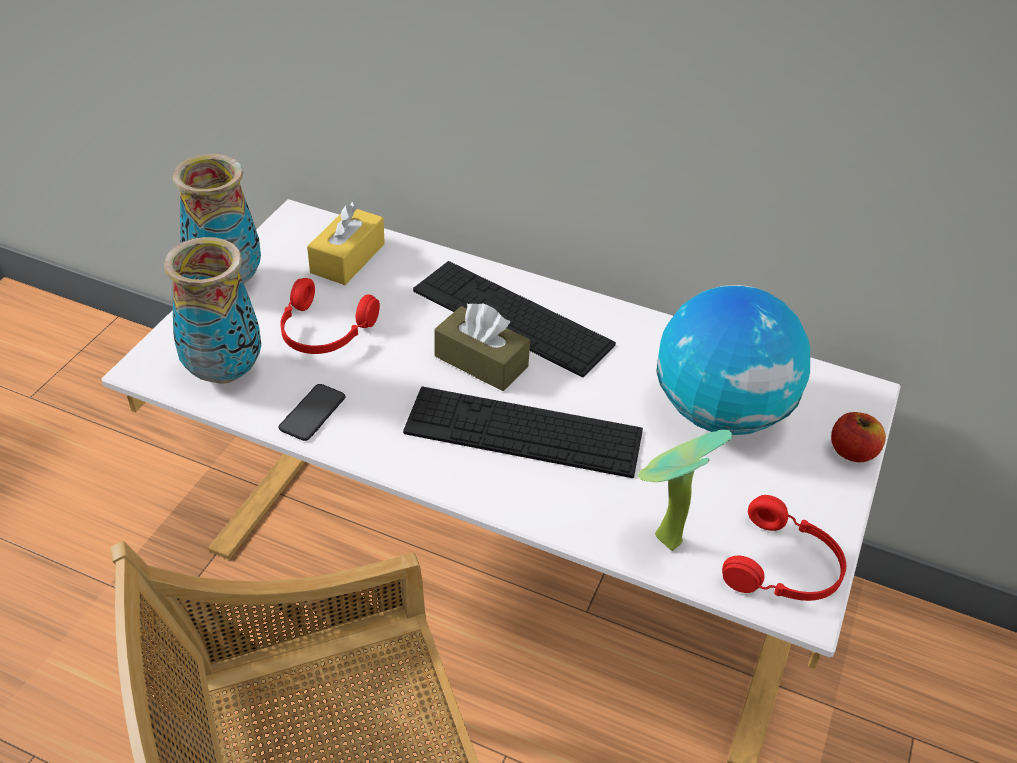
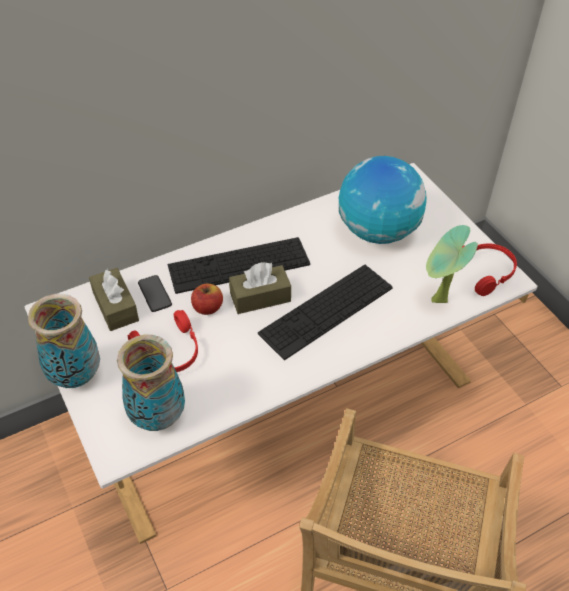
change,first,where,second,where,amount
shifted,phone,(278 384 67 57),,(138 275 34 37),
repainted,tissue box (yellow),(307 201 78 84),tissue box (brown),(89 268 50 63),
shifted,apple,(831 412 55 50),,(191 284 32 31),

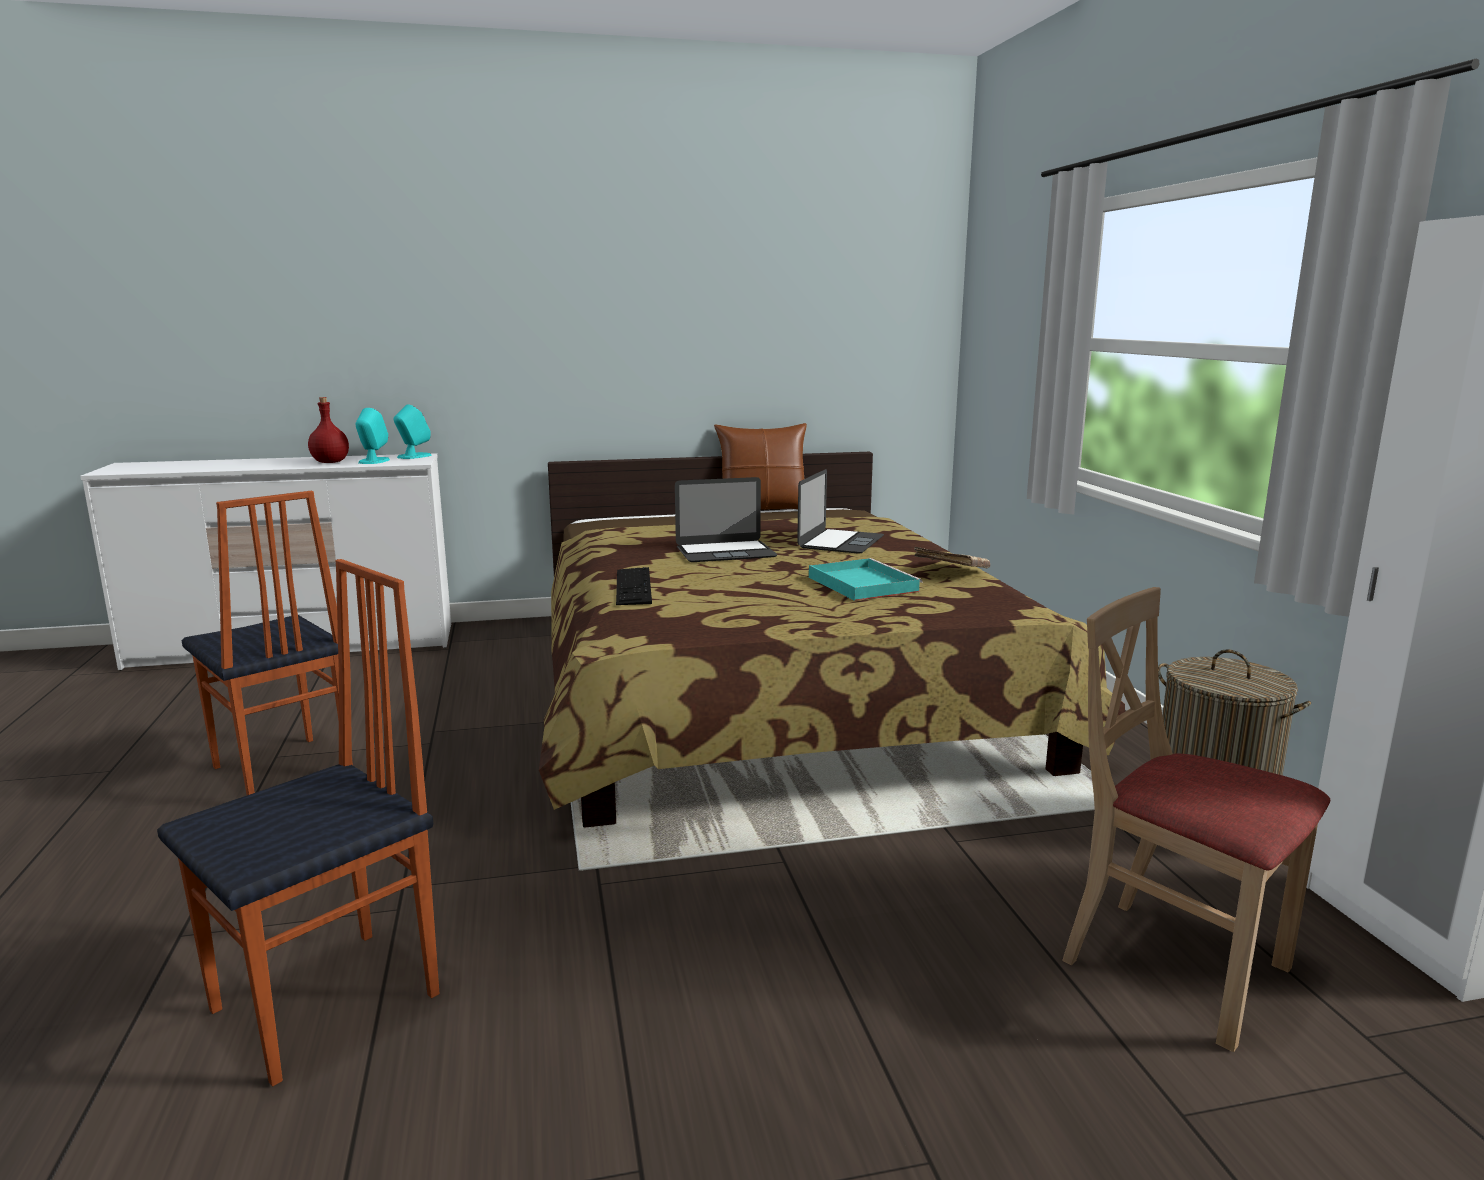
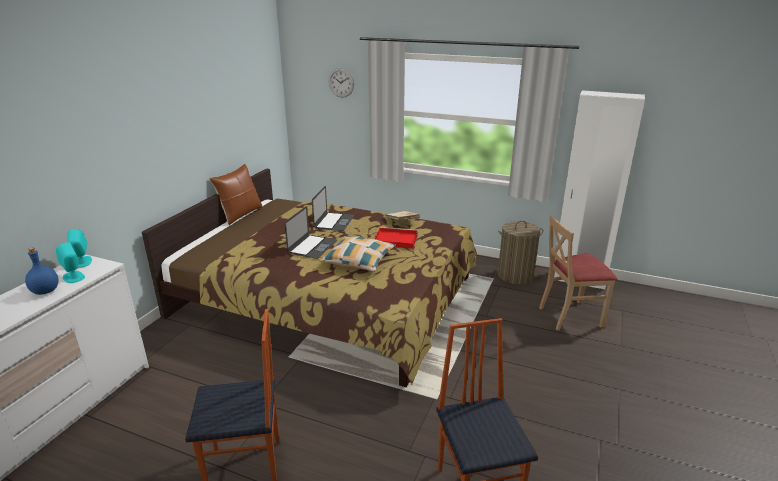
change,first,where,second,where,amount
repainted,bottle (red),(308 397 41 66),bottle (blue),(25 248 33 47),
gone,keyboard,(616 567 36 38),,,
rotated,laptop,(797 469 87 85),,(312 186 43 45),45 degrees clockwise
repainted,tray (turquoise),(809 558 113 43),tray (red),(375 227 43 22),
new,,,pillow,(319 236 77 36),
new,,,wall clock,(329 68 25 30),

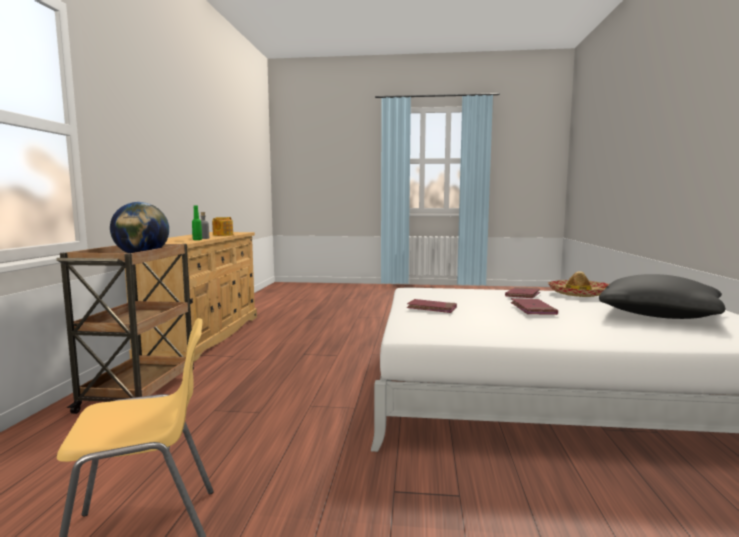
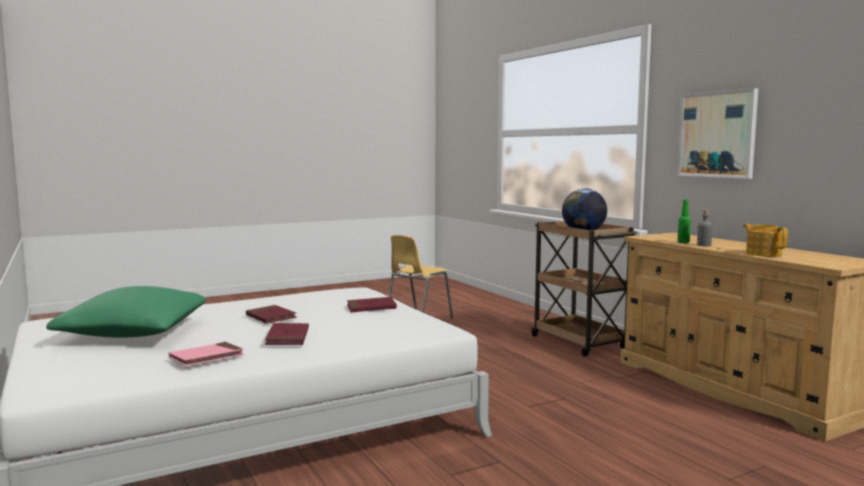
change,first,where,second,where,amount
swapped,hat,(548 271 61 26),book (pink),(169 342 75 24),
repainted,pillow (black),(599 274 126 45),pillow (green),(46 286 160 51),
new,,,picture,(677 88 81 91),

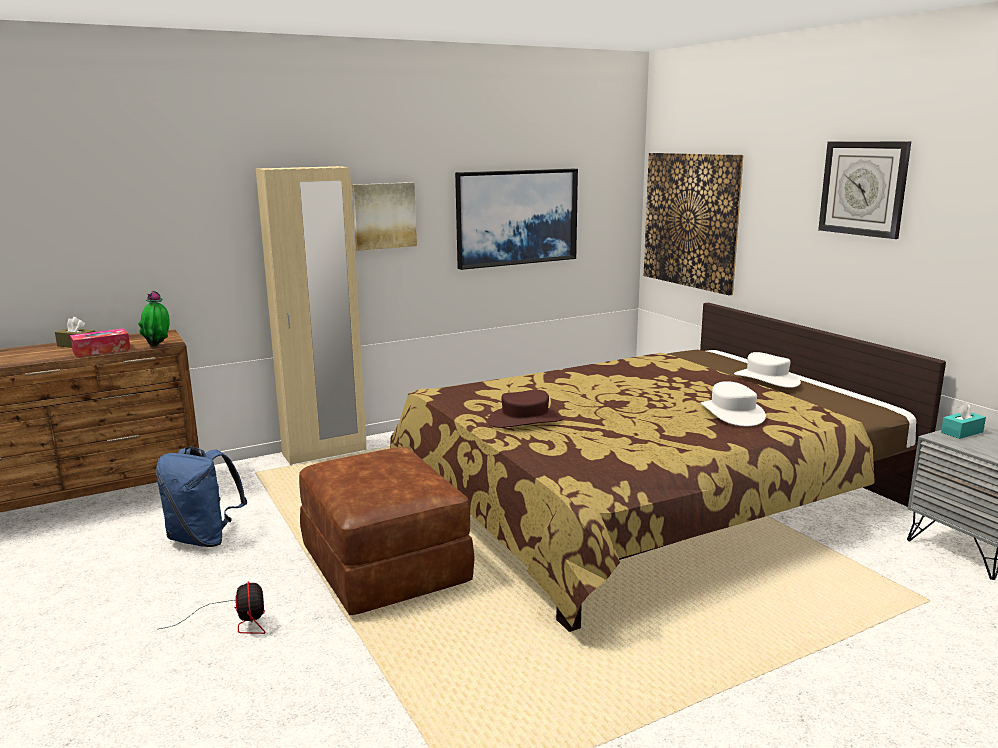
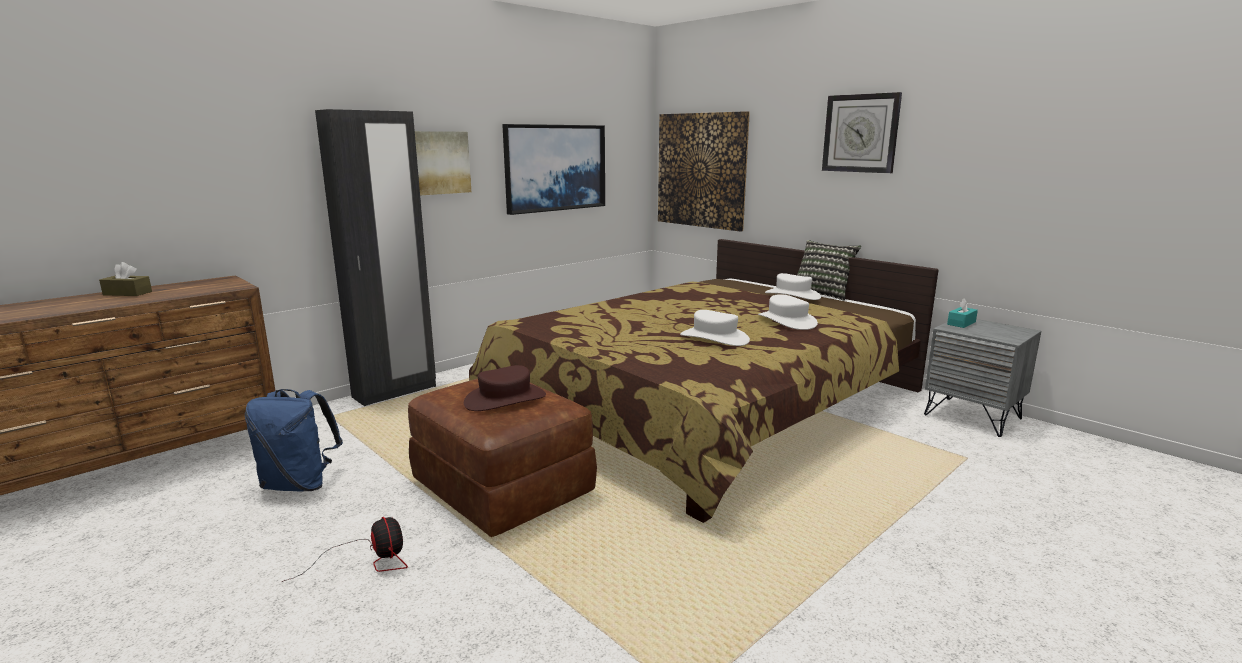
change,first,where,second,where,amount
gone,tissue box,(70 328 61 29),,,
gone,potted plant,(138 291 32 55),,,
repainted,wardrobe (beige),(256 166 111 299),wardrobe (black),(315 109 121 297),
shifted,hat (brown),(488 390 75 38),,(464 365 82 46),
new,,,hat (white),(680 310 70 36),
new,,,pillow,(797 240 64 61),

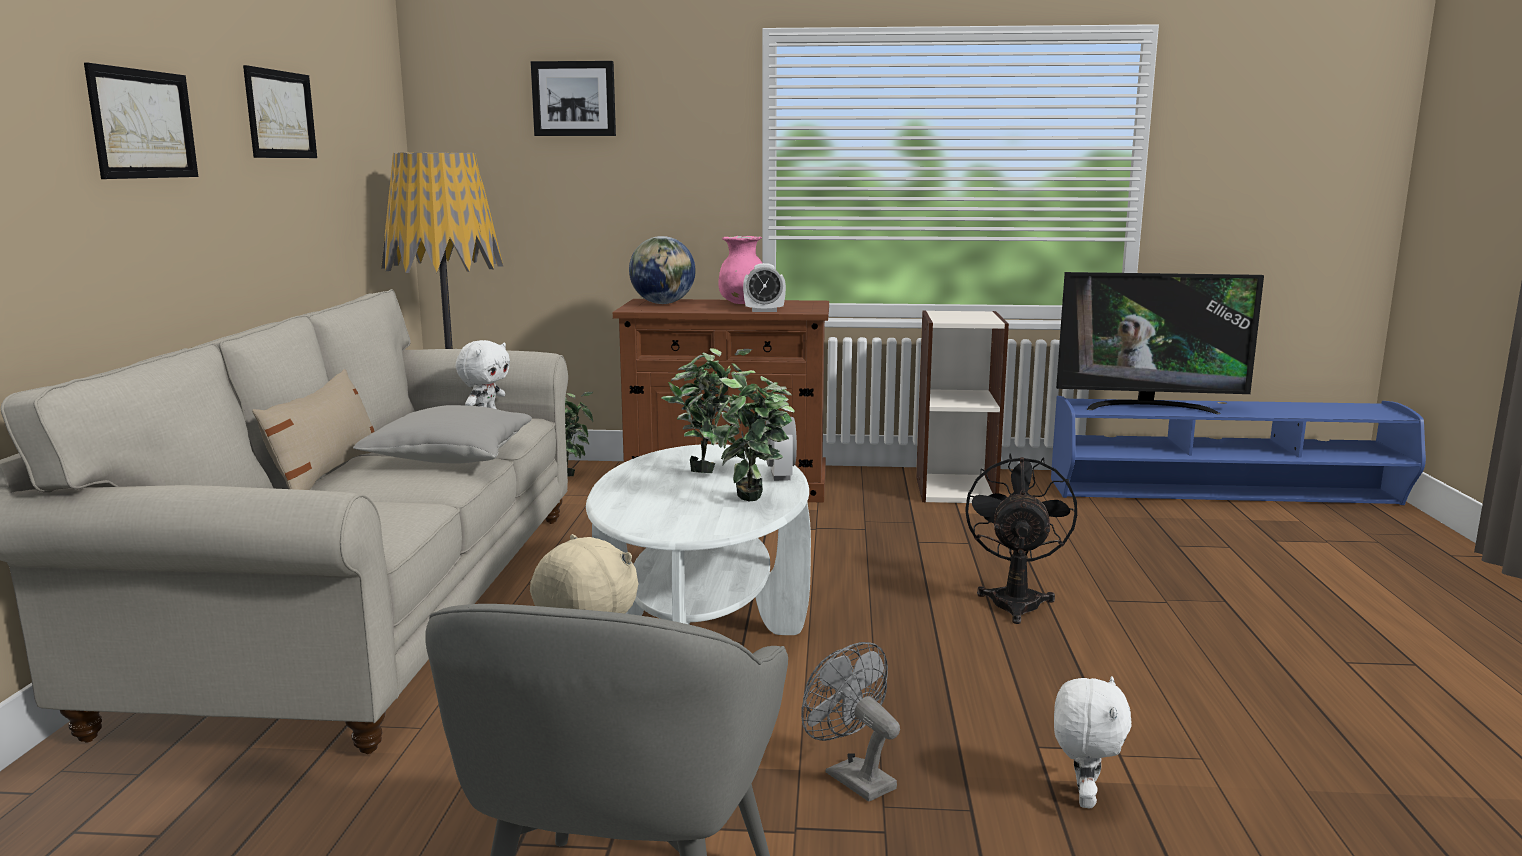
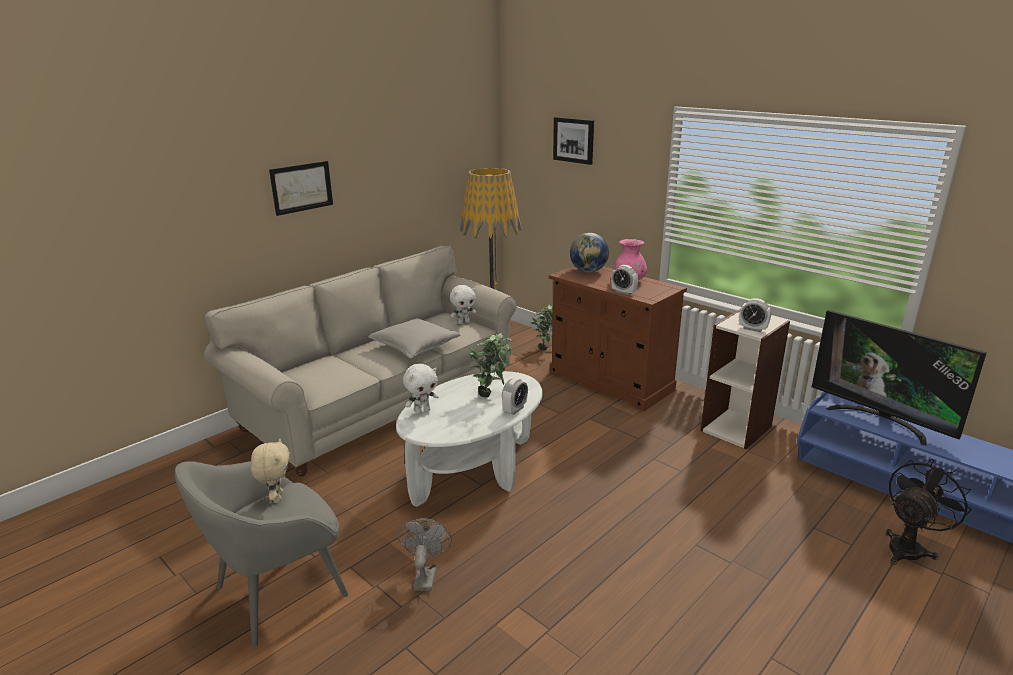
change,first,where,second,where,amount
gone,picture,(243 65 74 93),,,
gone,pillow (beige),(252 369 122 121),,,
gone,potted plant,(713 370 82 132),,,
shifted,fan (black),(965 454 112 170),,(886 459 85 106),
shifted,plush toy (white),(1054 676 78 132),,(403 364 35 50),
new,,,alarm clock,(739 298 32 34),

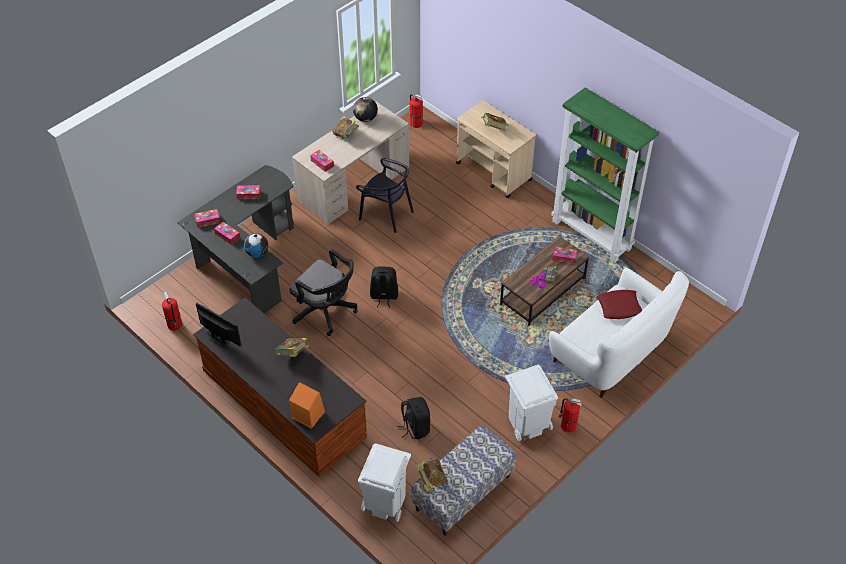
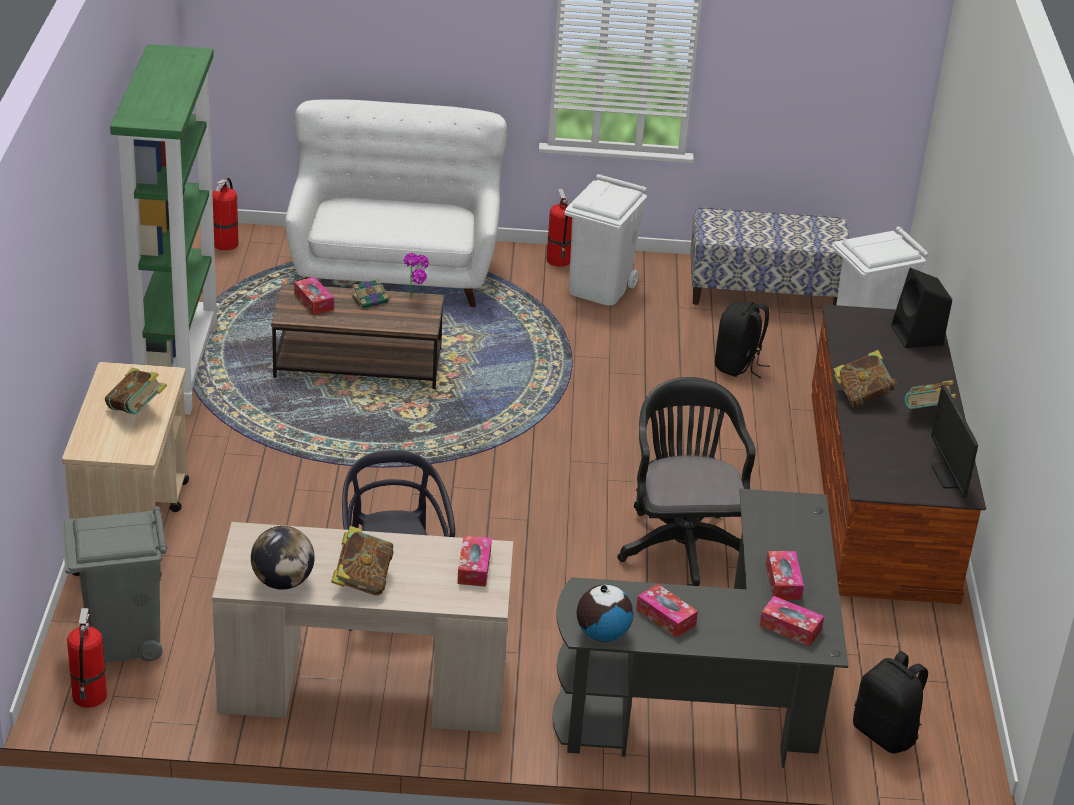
change,first,where,second,where,amount
shifted,fire extinguisher,(162 291 20 40),,(212 177 26 74),
shifted,globe,(244 233 24 25),,(577 585 57 57),
repainted,speaker (orange),(289 382 36 47),speaker (black),(891 268 61 80),
shifted,backpack (black),(370 266 28 42),,(853 651 75 102),
shifted,book,(415 458 33 34),,(905 380 51 29),
gone,pillow (red),(597 290 45 29),,,
new,,,trash can (grey),(61 506 106 157),

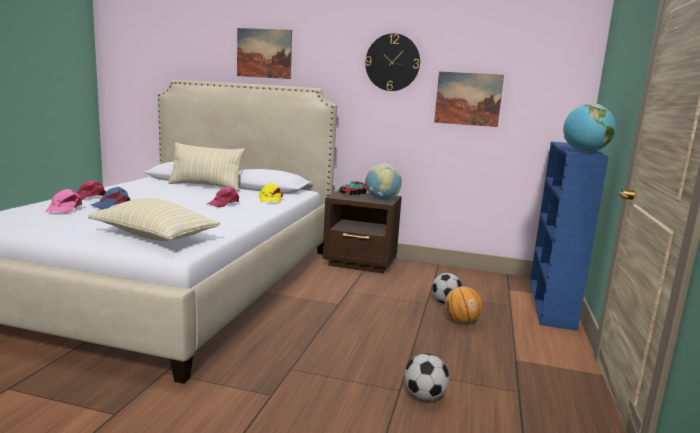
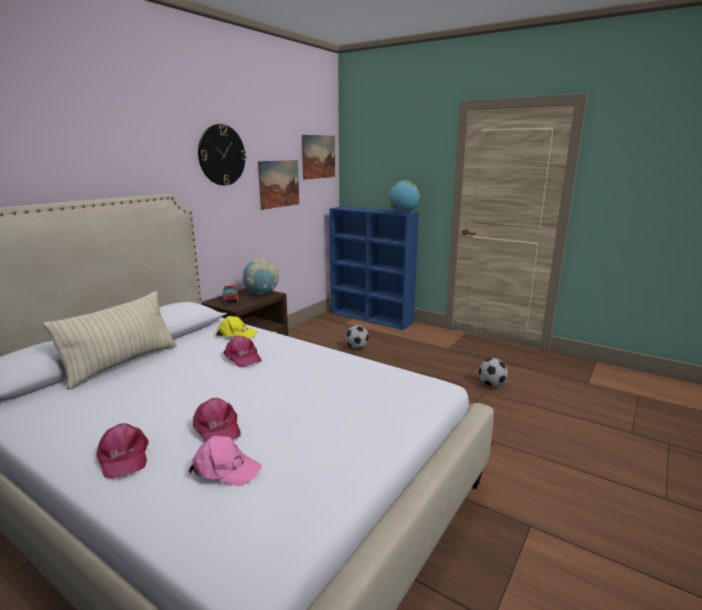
change,first,where,second,where,amount
gone,pillow (beige),(88 198 132 43),,,
repainted,cap (blue),(91 187 39 22),cap (pink),(193 398 48 44),
shifted,picture,(237 28 55 51),,(302 135 33 45),
gone,basketball,(445 286 37 38),,,

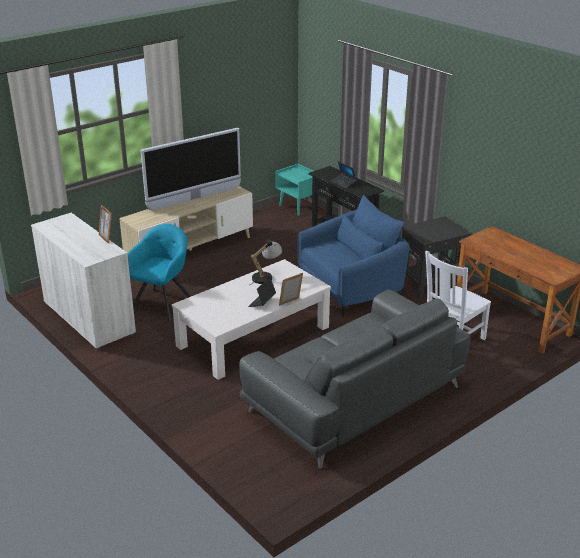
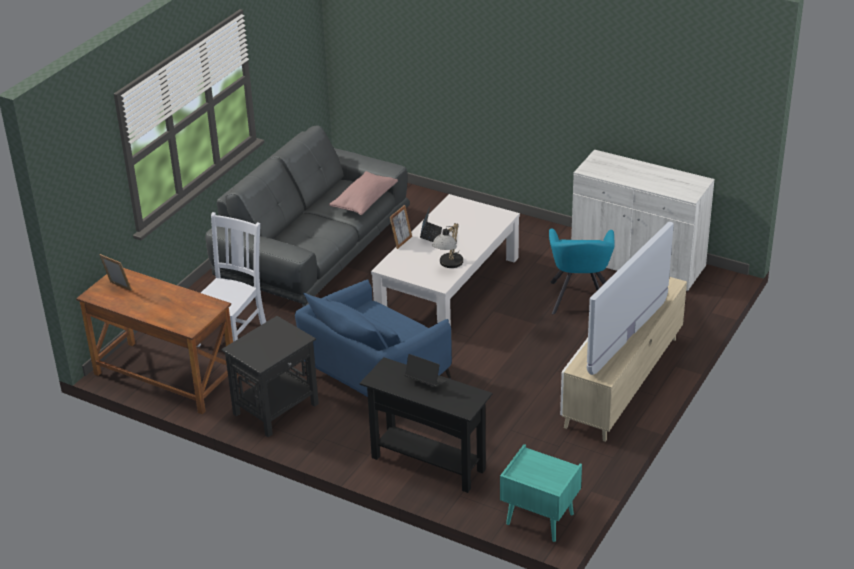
change,first,where,second,where,amount
shifted,picture frame,(99 205 13 39),,(99 254 33 37),
new,,,pillow (pink),(329 171 69 44),

